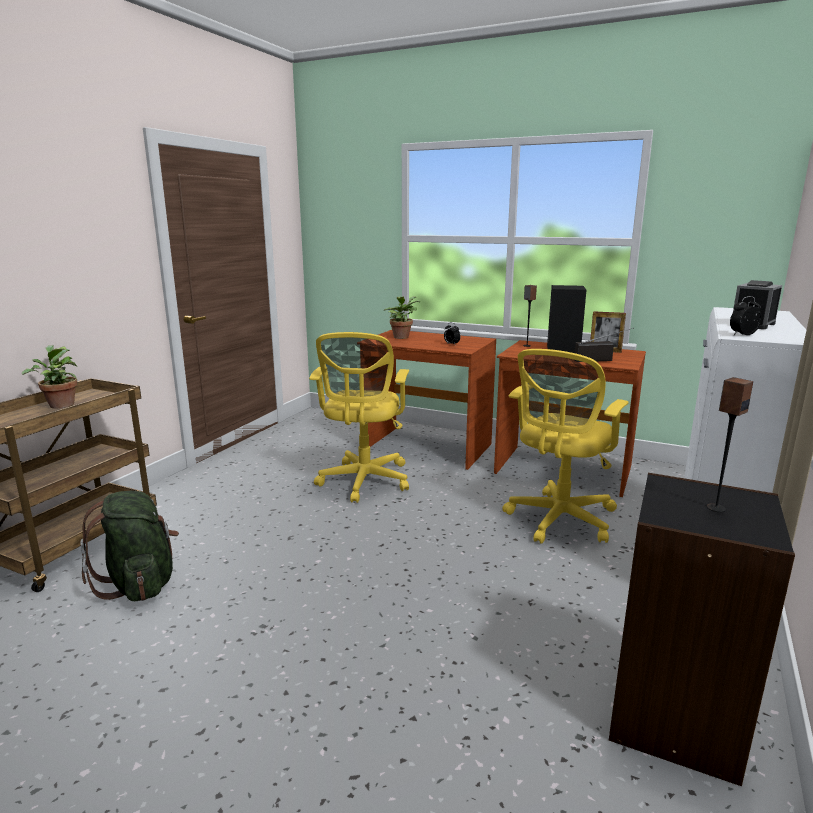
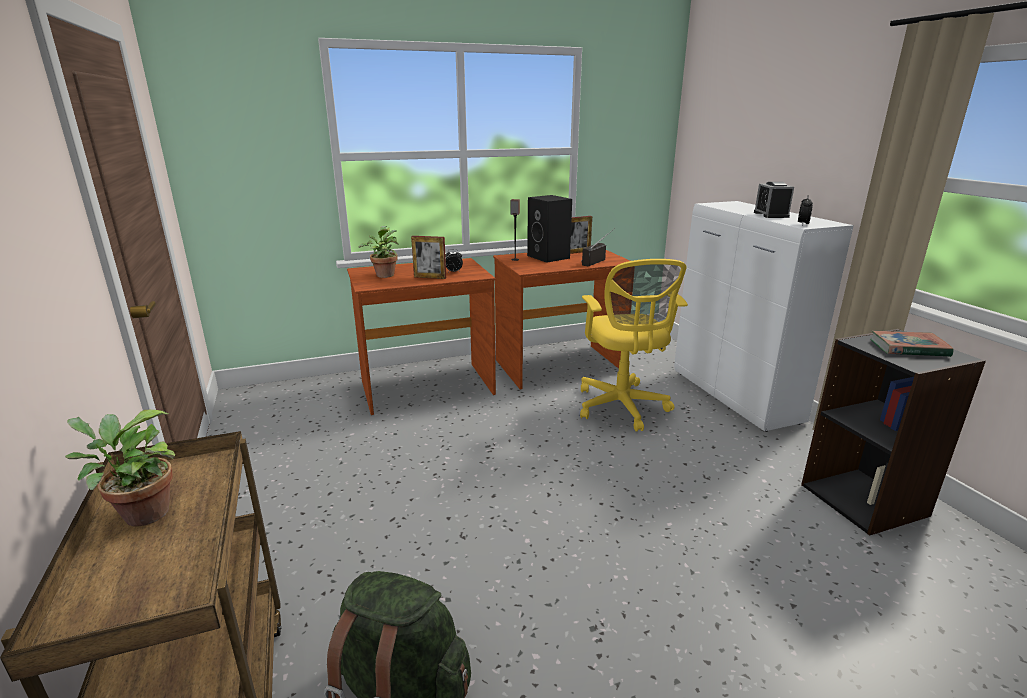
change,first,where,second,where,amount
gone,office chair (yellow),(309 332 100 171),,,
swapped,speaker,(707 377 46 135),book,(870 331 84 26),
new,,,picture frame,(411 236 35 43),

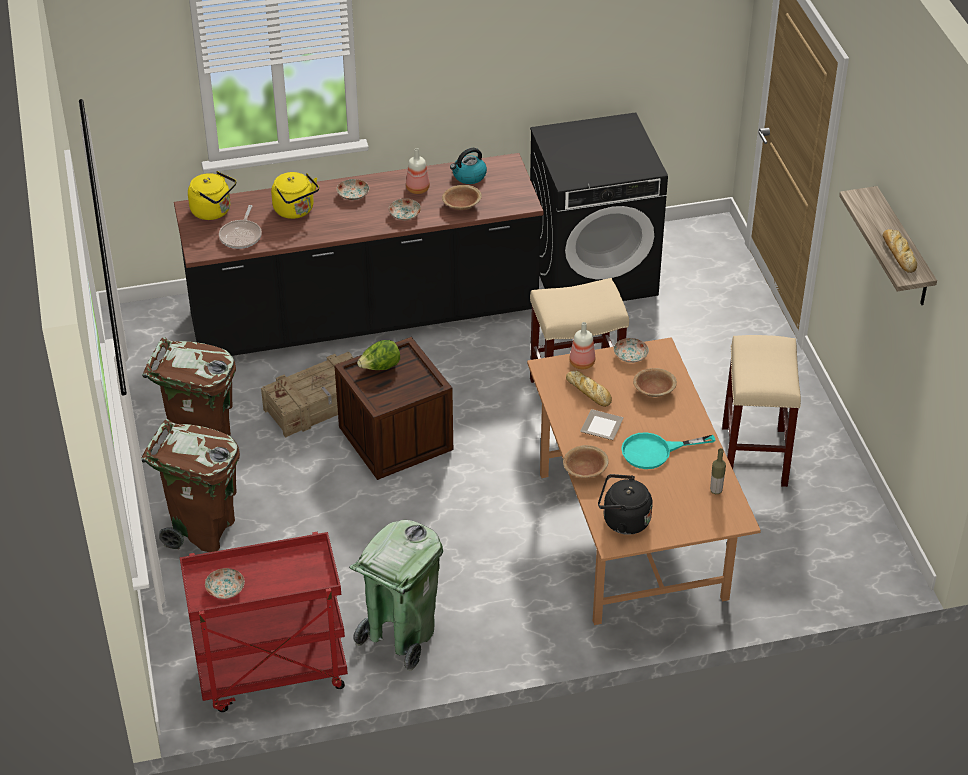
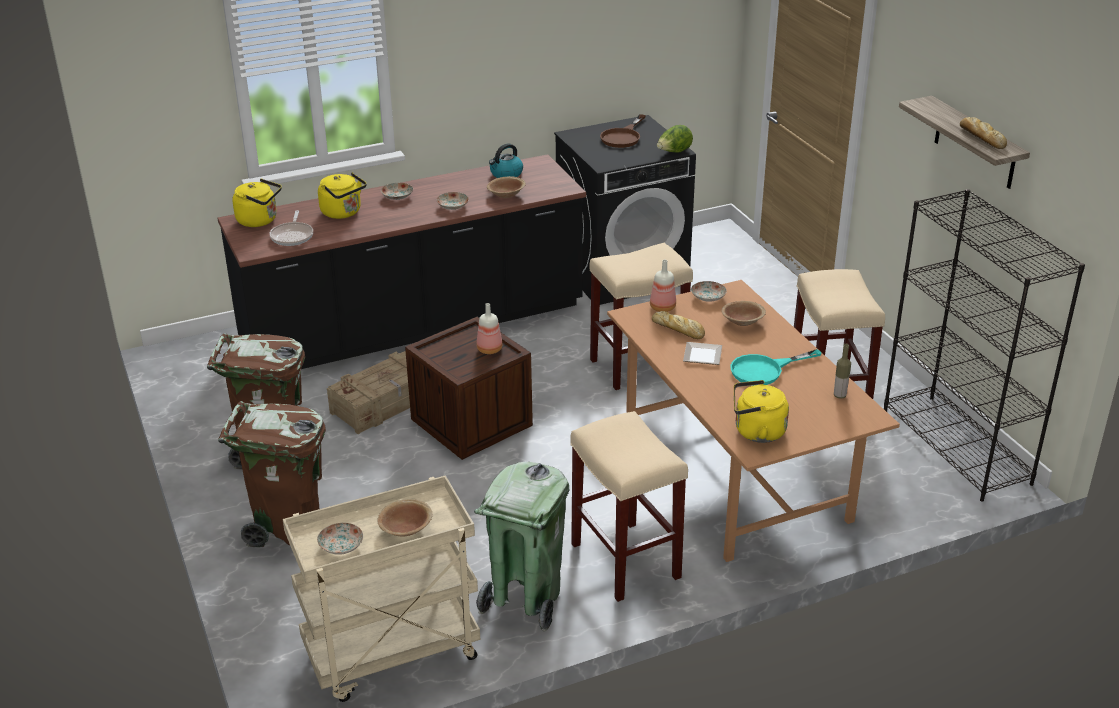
change,first,where,second,where,amount
repainted,cart (red),(180 532 168 180),cart (beige),(283 475 197 227),
shifted,lettuce,(357 340 43 30),,(657 125 36 28),
shifted,bottle,(406 148 24 46),,(477 303 26 51),
shifted,bowl (brown),(563 445 46 33),,(378 499 54 37),
repainted,kettle (black),(598 474 55 61),kettle (yellow),(734 380 55 63),
new,,,stool (beige),(570 411 118 191),
new,,,frying pan (brown),(600 114 46 34),
new,,,bookcase (black),(884 189 201 313),

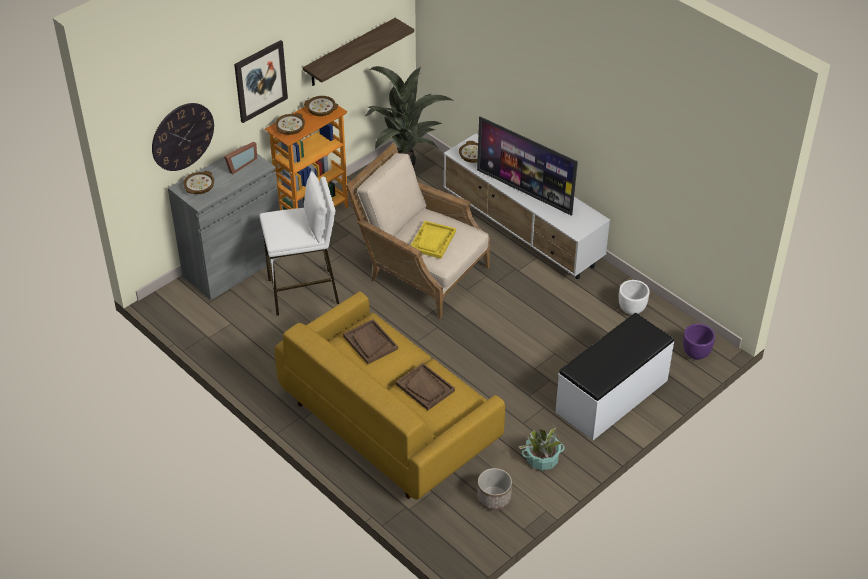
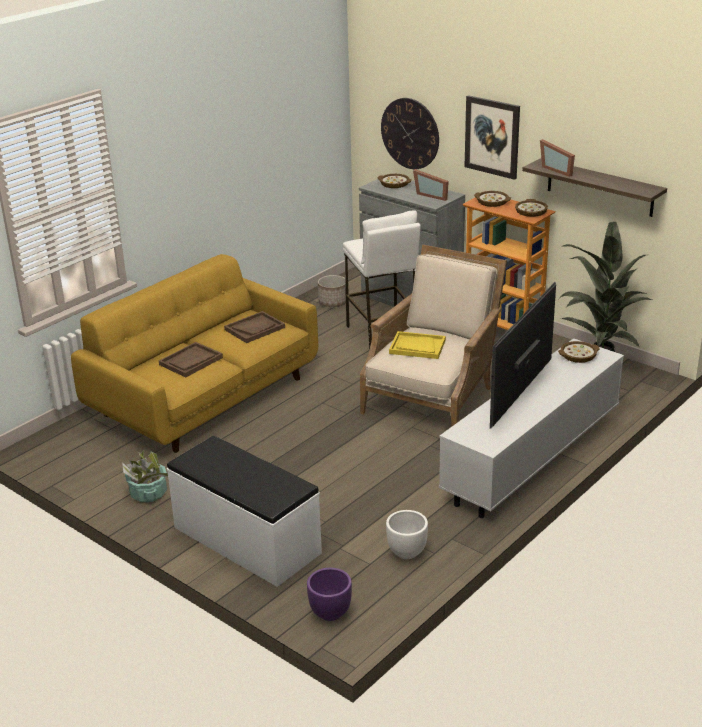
change,first,where,second,where,amount
shifted,planter,(477 468 35 42),,(318 275 28 32),
new,,,picture frame,(540 139 35 38),

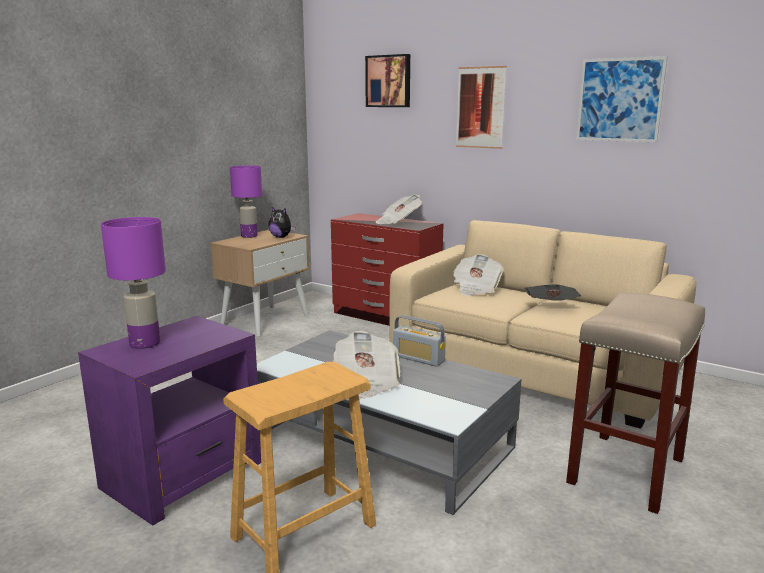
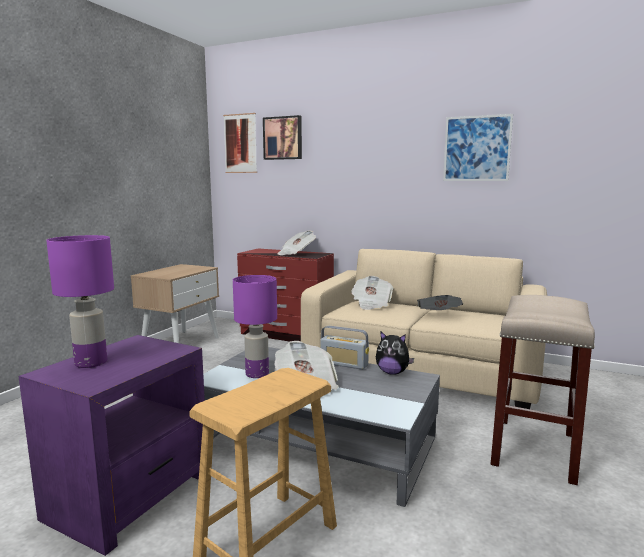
change,first,where,second,where,amount
shifted,table lamp (purple),(230 165 32 73),,(233 275 44 103),
shifted,plush toy,(268 207 27 31),,(376 332 38 43),
shifted,picture,(456 66 51 83),,(223 113 34 60),

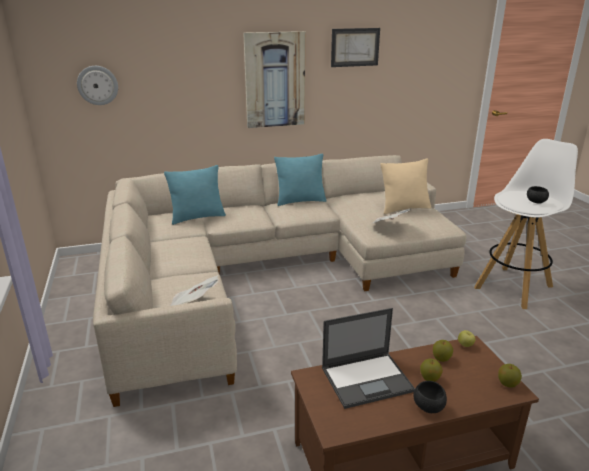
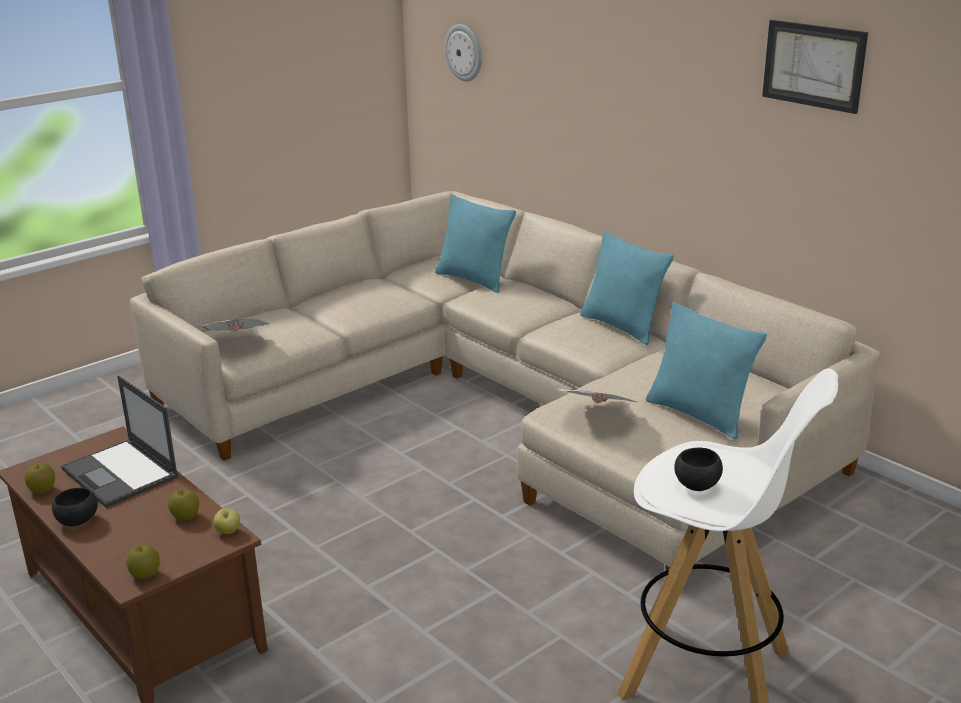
change,first,where,second,where,amount
gone,picture,(243 31 62 97),,,
repainted,pillow (beige),(380 158 52 56),pillow (turquoise),(646 301 121 139),
shifted,apple,(420 359 23 23),,(24 463 31 30),

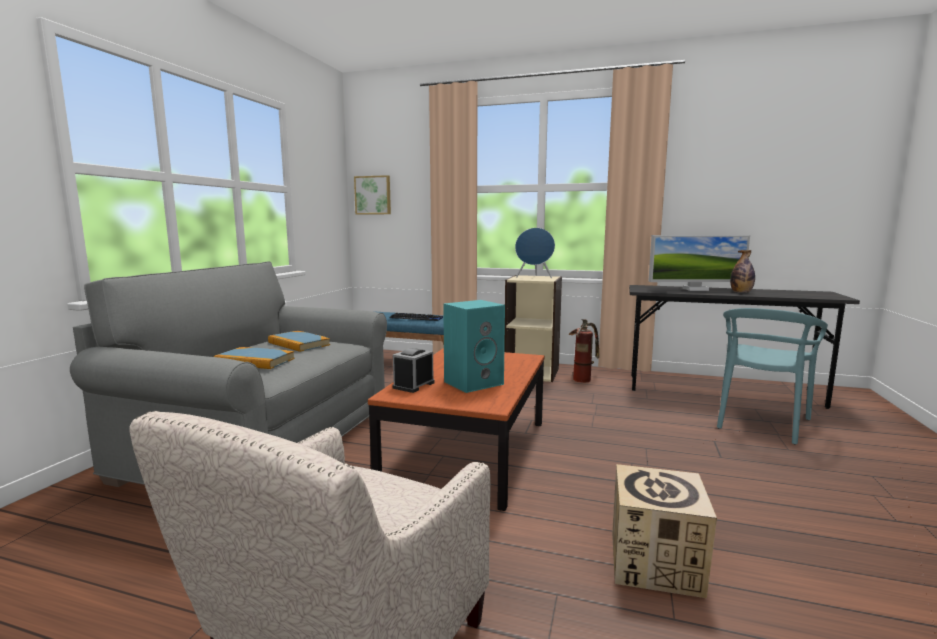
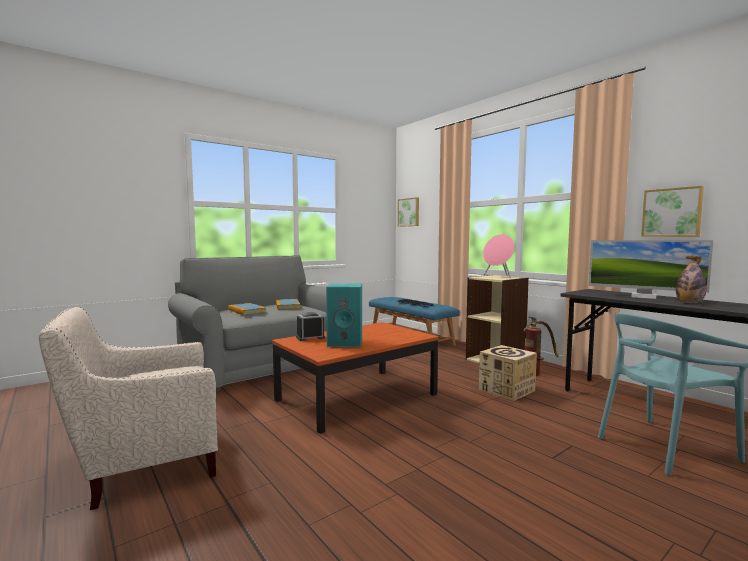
change,first,where,second,where,amount
repainted,speaker (blue),(515 228 40 50),speaker (pink),(483 234 32 44),
shifted,cardboard box,(612 464 105 134),,(479 345 58 56),
new,,,picture,(641 186 63 51),

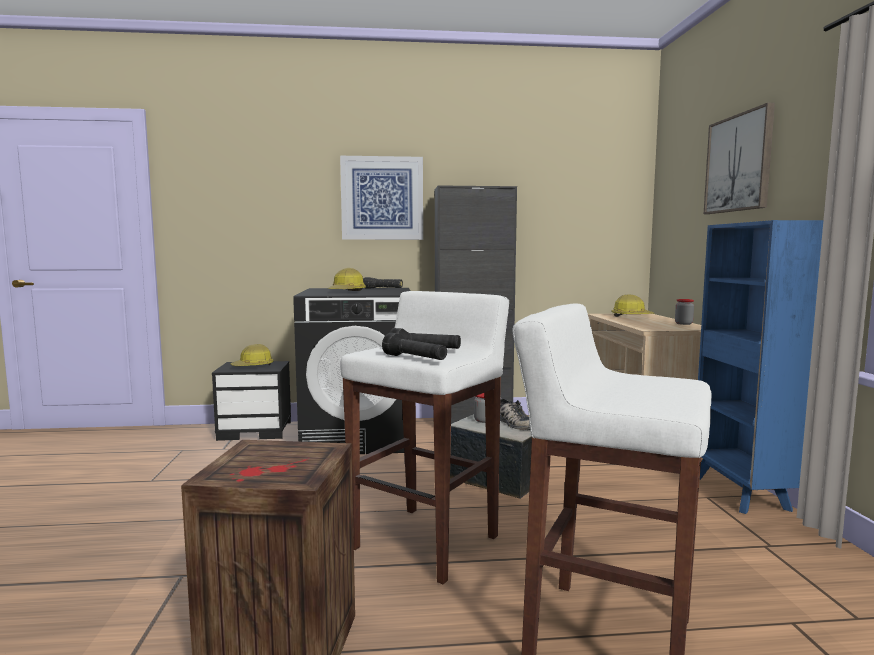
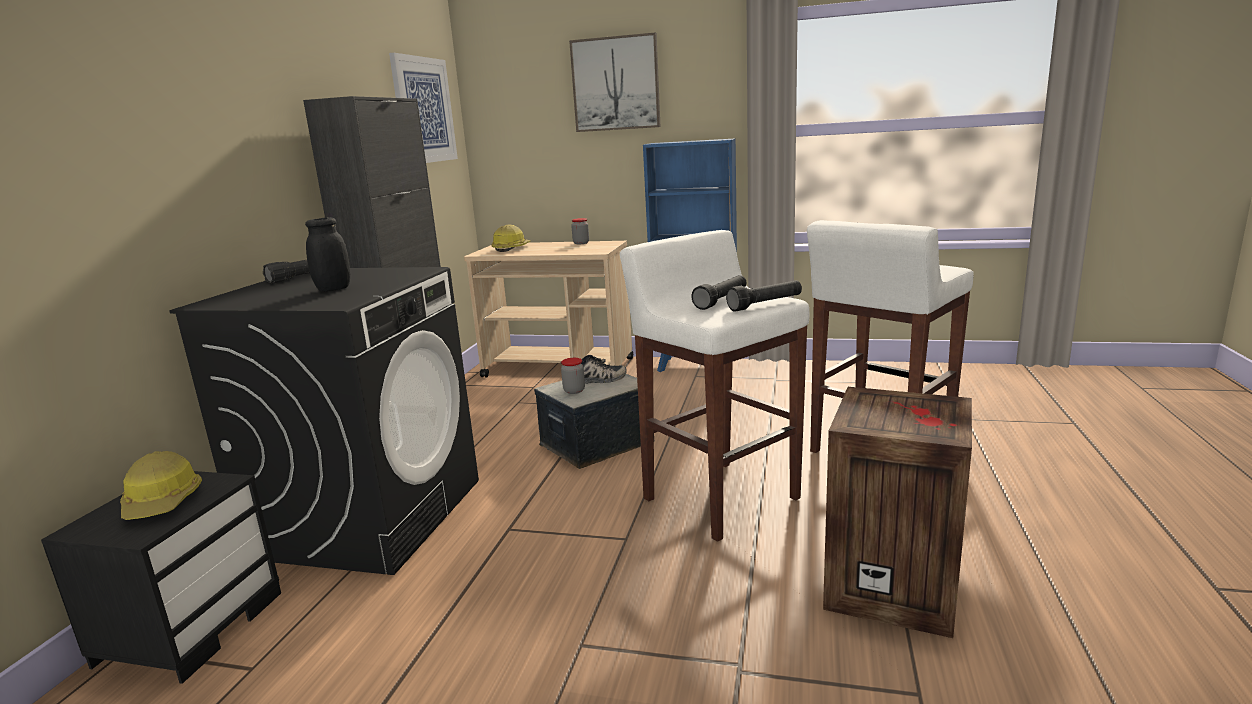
change,first,where,second,where,amount
swapped,hard hat,(328 268 38 23),jar (black),(305 217 45 75),
shifted,picture,(340 156 83 84),,(389 53 69 110),

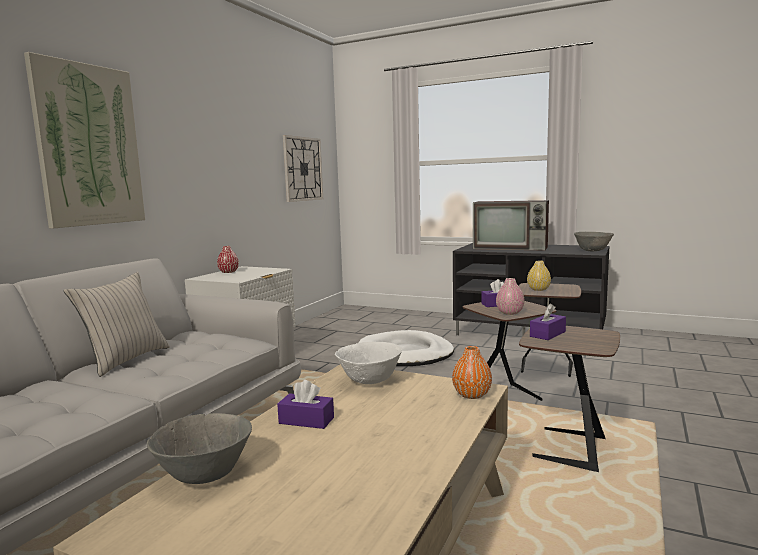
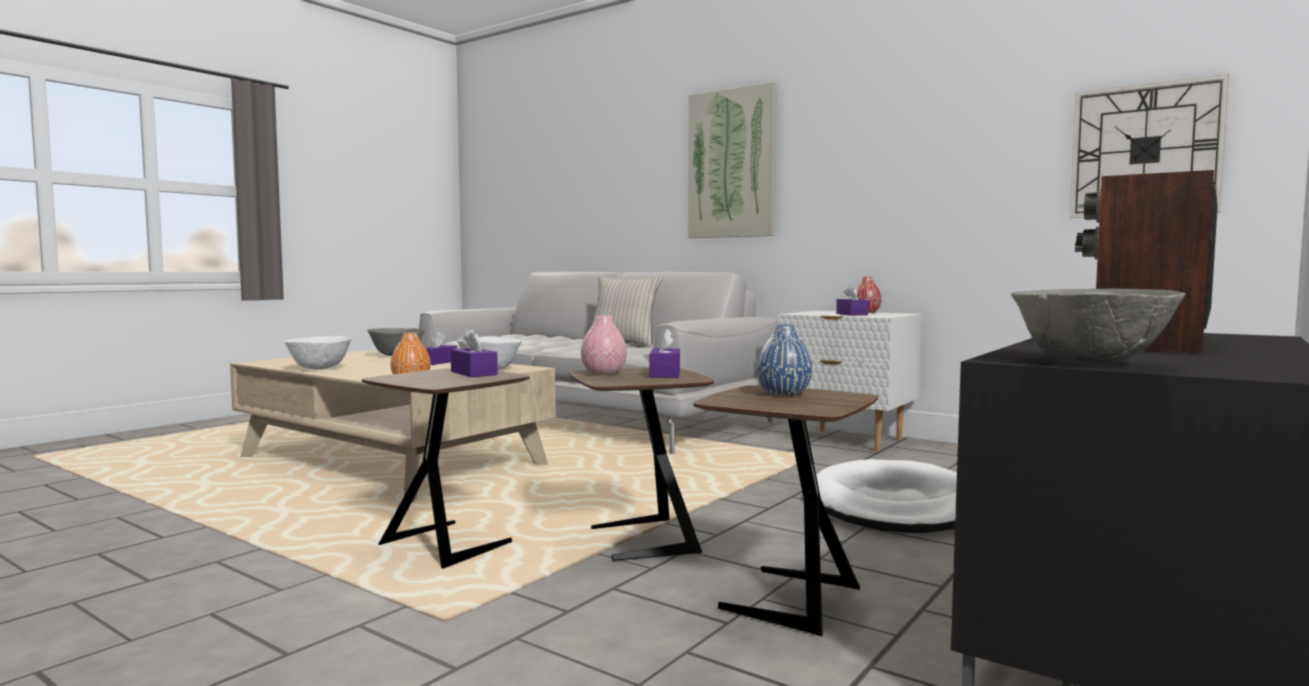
change,first,where,second,where,amount
repainted,vase (yellow),(527 261 24 30),vase (blue),(756 324 57 72),
new,,,bowl (white),(284 336 68 33),
new,,,tissue box (purple),(836 285 32 31),

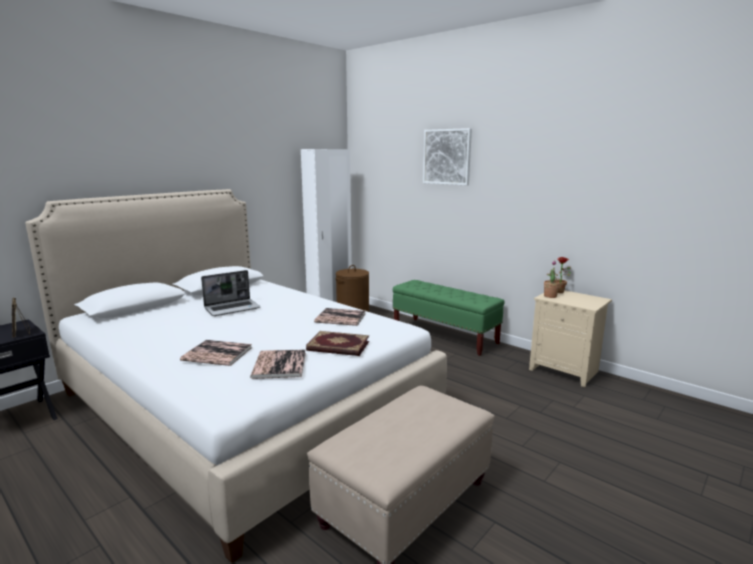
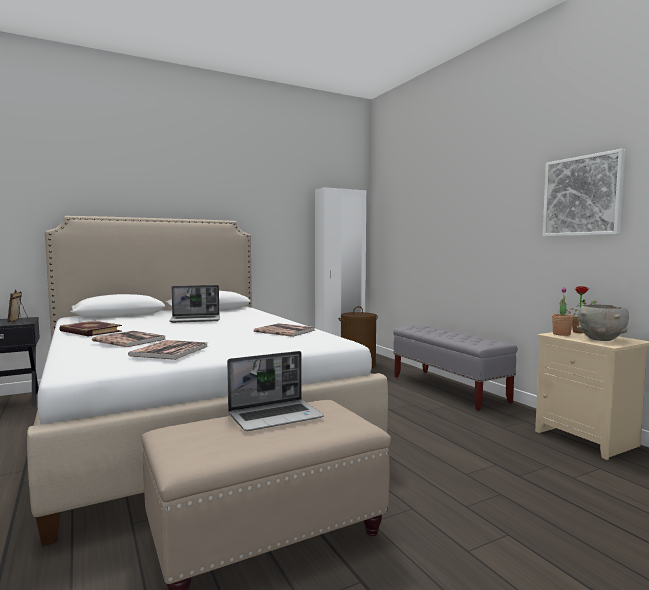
change,first,where,second,where,amount
shifted,book,(306 331 63 25),,(59 321 63 16),
repainted,bench (green),(393 280 112 76),bench (grey),(393 325 125 86),
shifted,picture,(423 128 49 57),,(543 149 82 87),
new,,,laptop,(227 351 97 80),
new,,,bowl (grey),(577 304 52 37),

